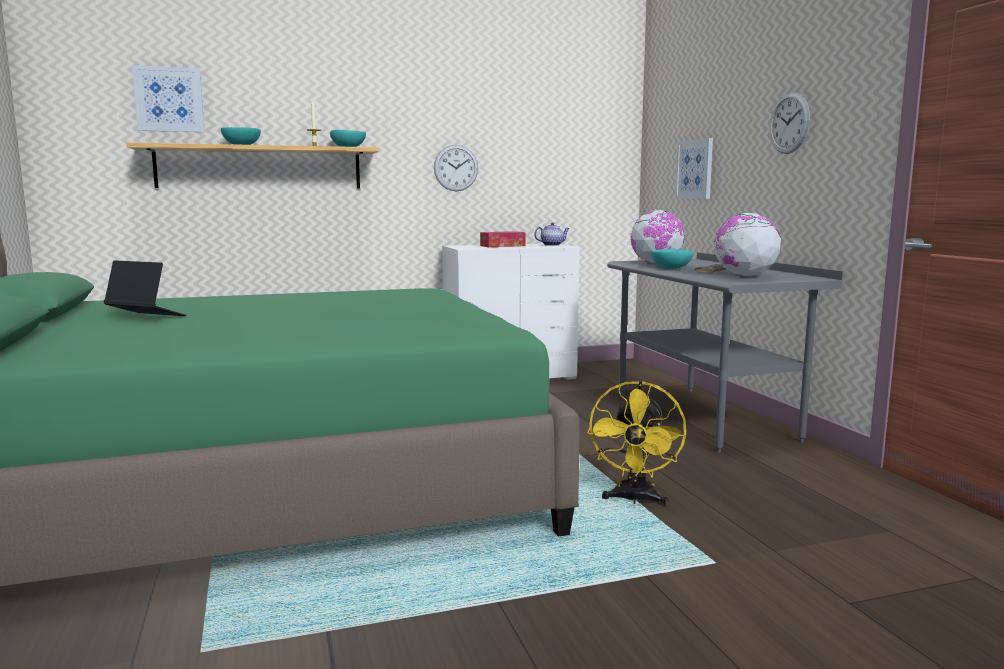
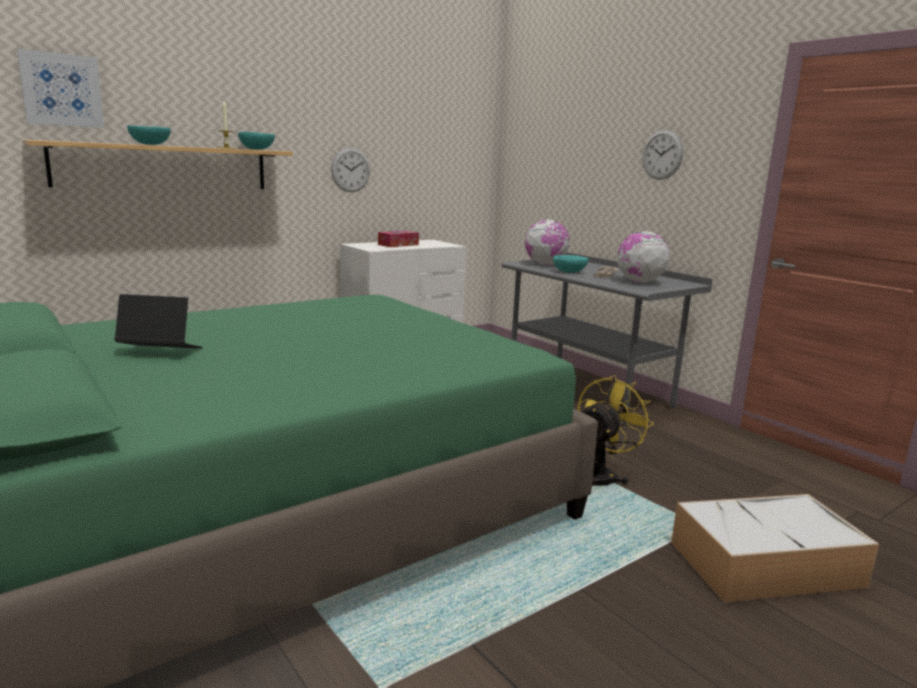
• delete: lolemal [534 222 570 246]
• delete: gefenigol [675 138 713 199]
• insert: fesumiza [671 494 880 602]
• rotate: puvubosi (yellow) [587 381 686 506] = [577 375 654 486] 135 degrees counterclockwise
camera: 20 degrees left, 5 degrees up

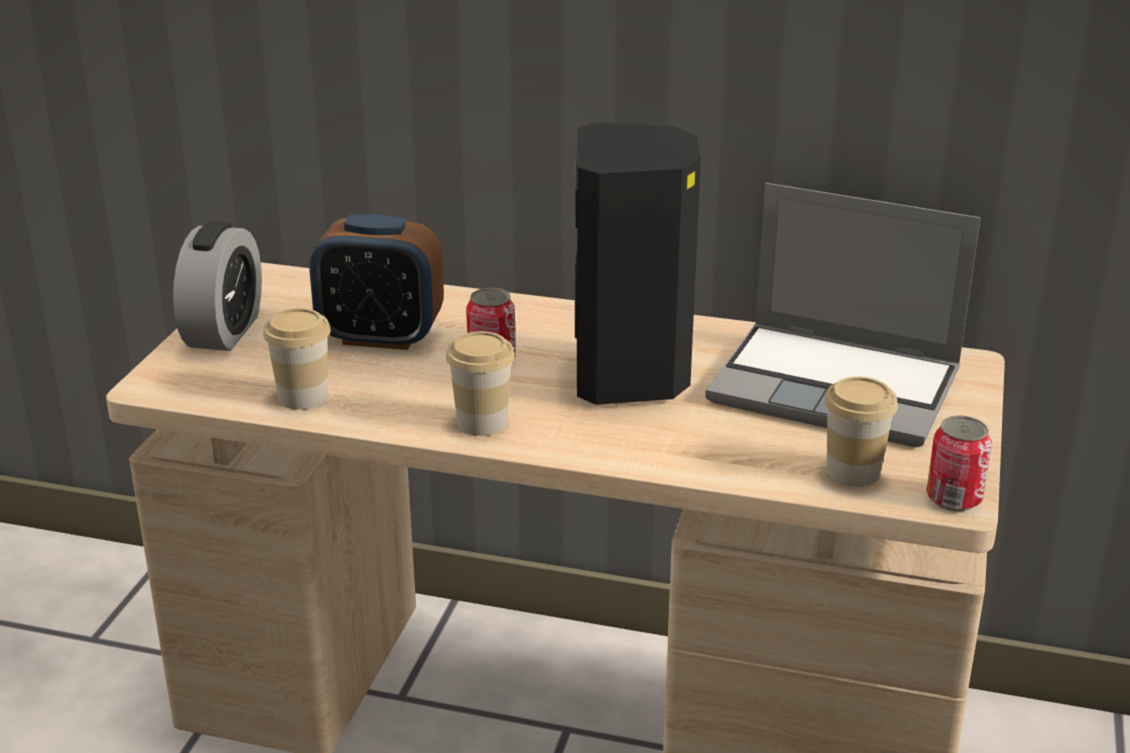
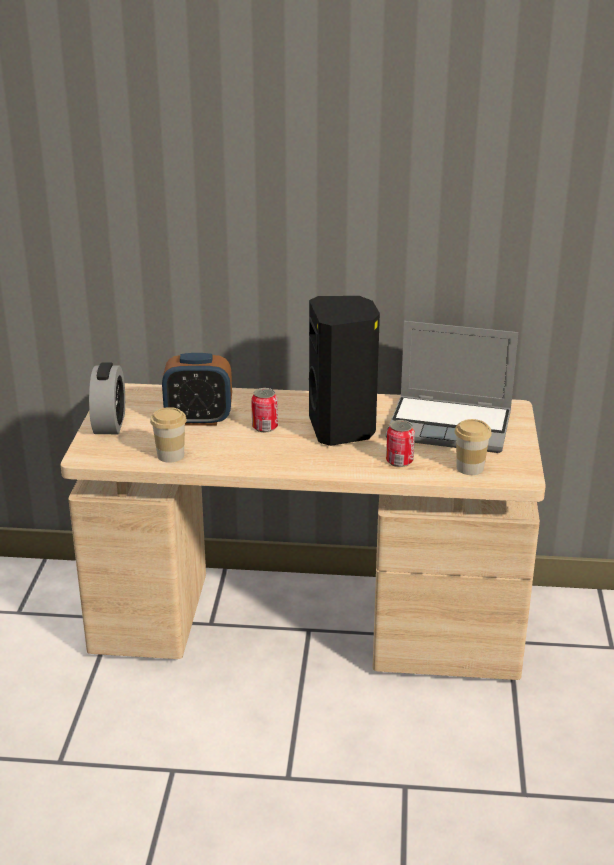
• delete: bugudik [446 331 515 436]
• move: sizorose [926 415 992 511] to [386 420 415 467]
camera: 10 degrees left, 0 degrees up

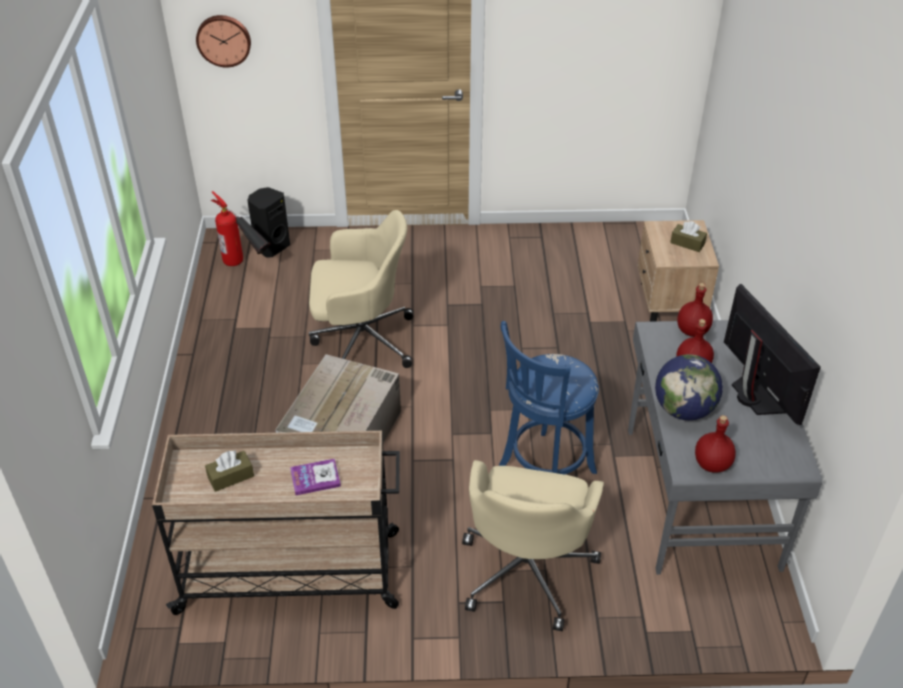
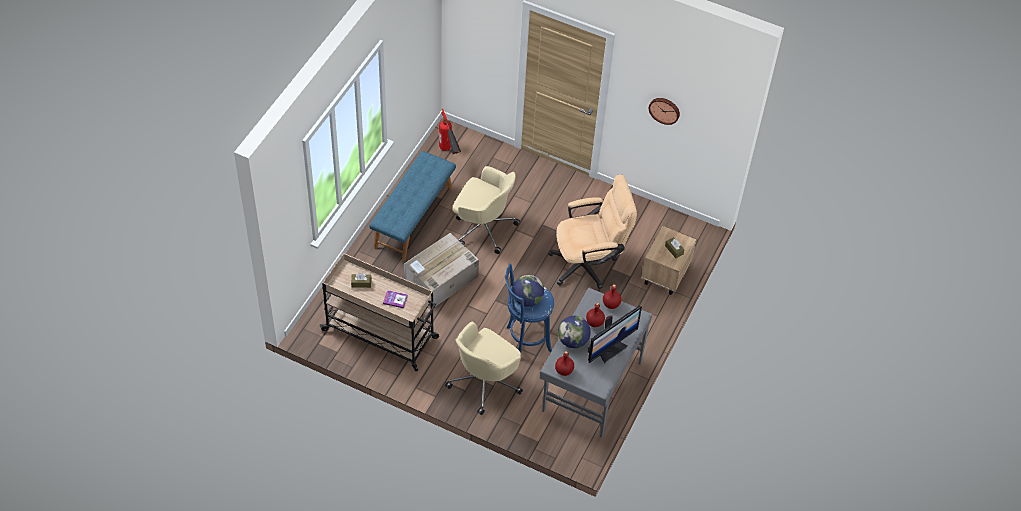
• delete: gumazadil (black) [247 187 290 257]
• insert: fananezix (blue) [369 151 456 261]
• insert: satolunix [512 275 544 307]
• insert: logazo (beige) [548 174 637 289]
• move: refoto [196 15 251 68] to [649 98 680 125]
• rotate: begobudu [724 284 821 425] = [588 306 642 363] 45 degrees clockwise
camera: 25 degrees right, 10 degrees up

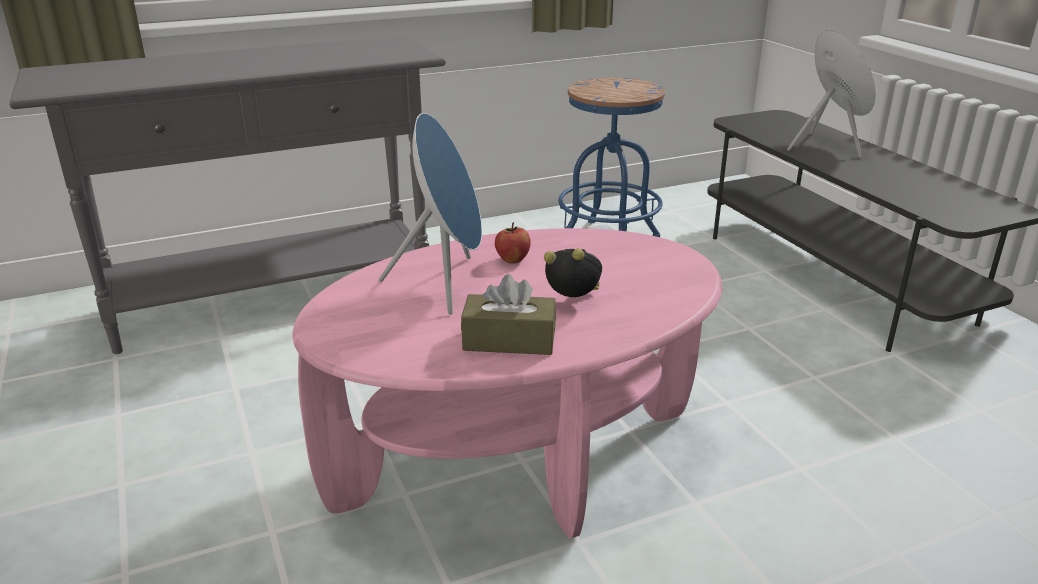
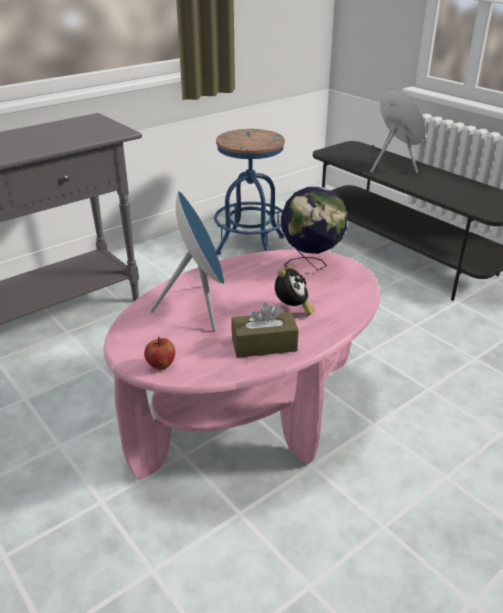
• insert: satolunix [281 187 347 270]
• move: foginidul [495 223 531 264] to [144 337 175 370]
• rotate: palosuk [544 249 602 297] = [275 265 315 316] 105 degrees clockwise
camera: 15 degrees left, 5 degrees up

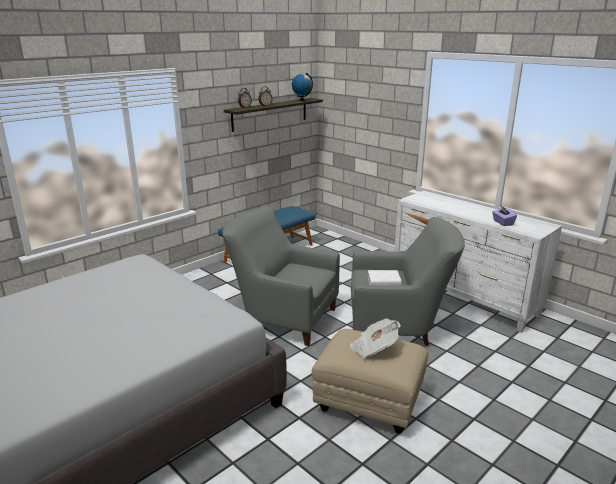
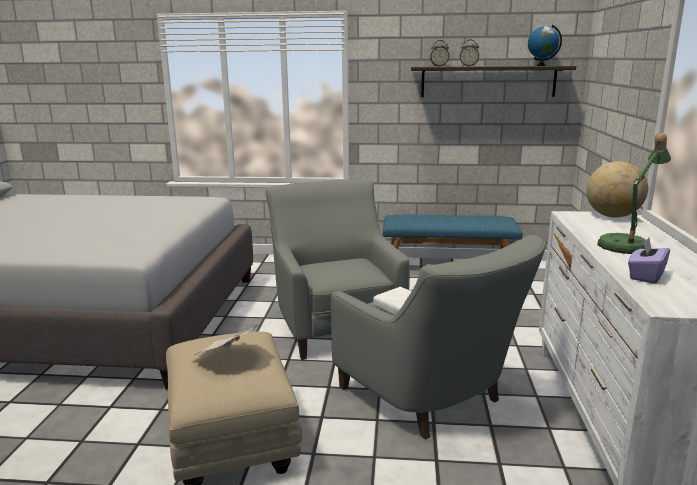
• insert: satolunix [586 161 648 218]
• insert: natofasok [597 133 671 254]
camera: 50 degrees right, 5 degrees down

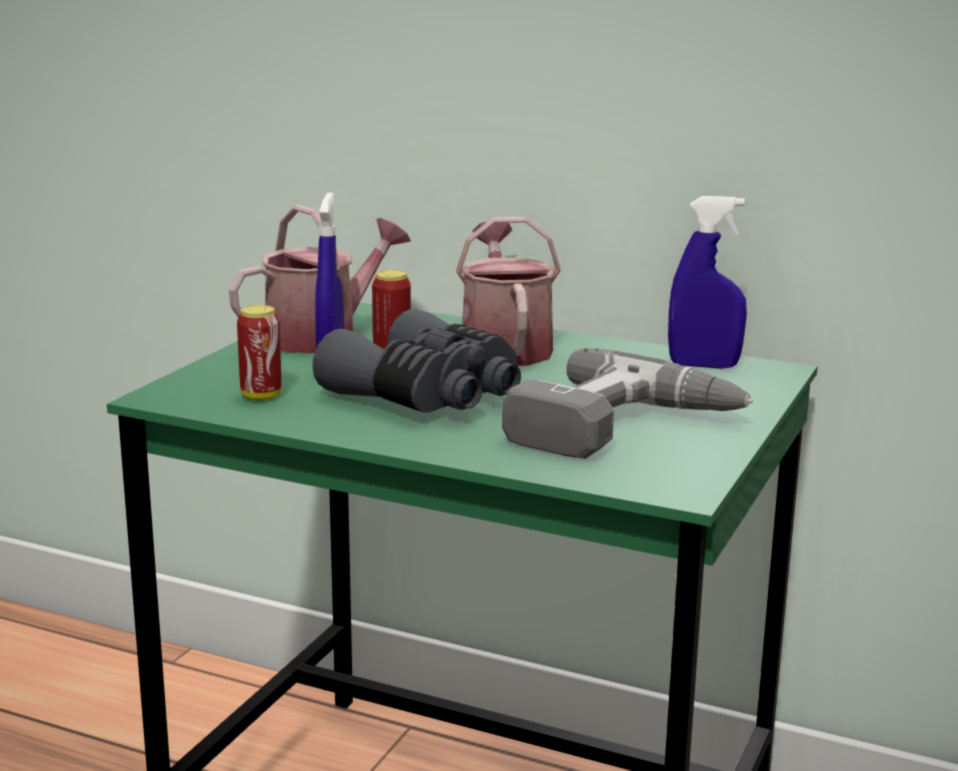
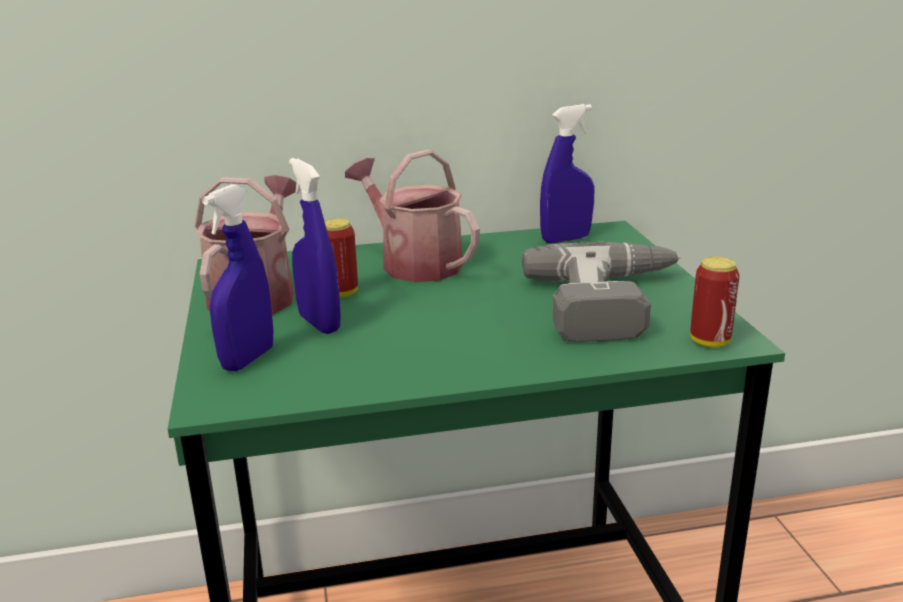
• delete: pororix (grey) [313 309 521 413]
• insert: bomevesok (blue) [202 184 273 371]
• move: sizorose [237 305 281 400] to [690 256 740 347]
camera: 35 degrees left, 5 degrees up

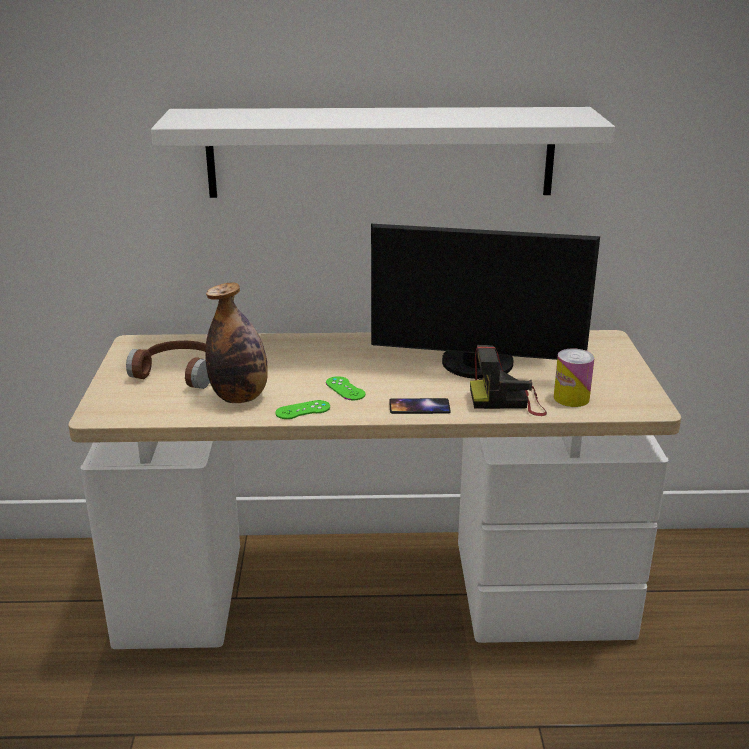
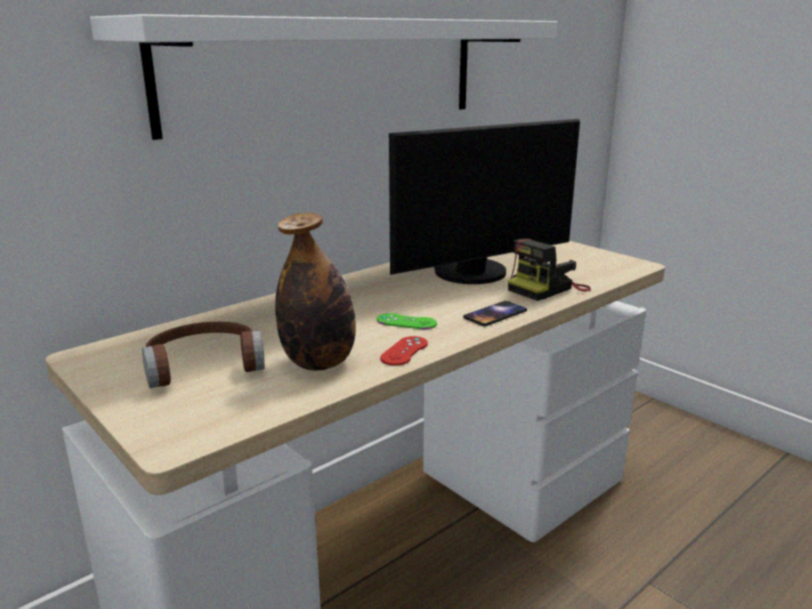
• delete: sizorose [554 348 595 407]
• recolor: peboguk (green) [275 400 330 419] to peboguk (red) [380 336 428 366]
camera: 40 degrees left, 5 degrees down

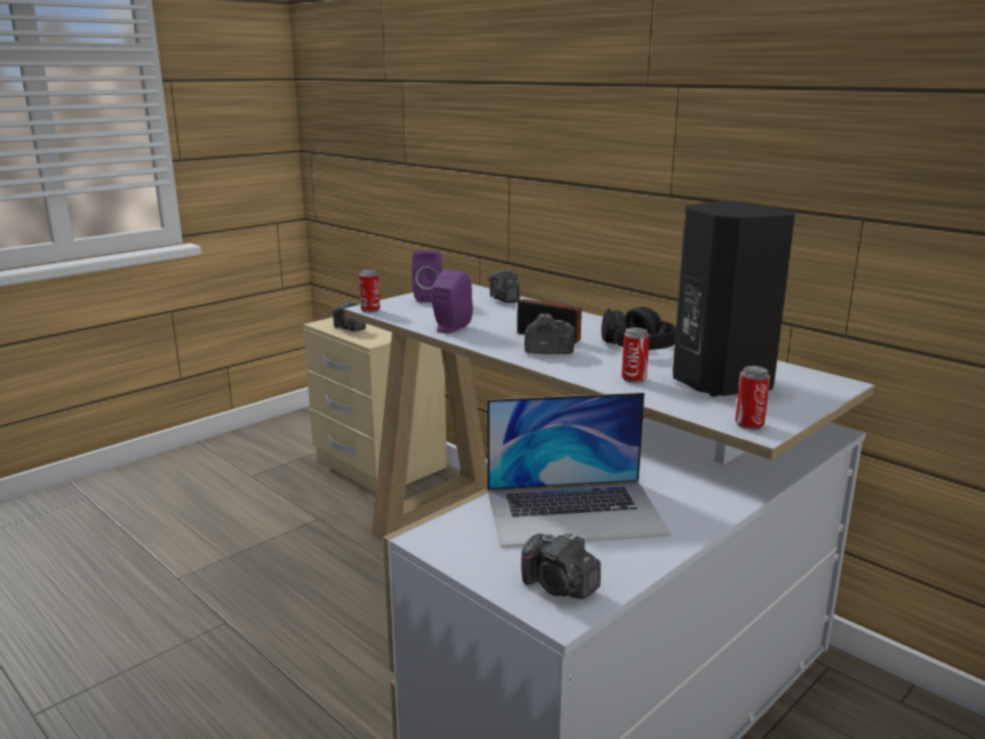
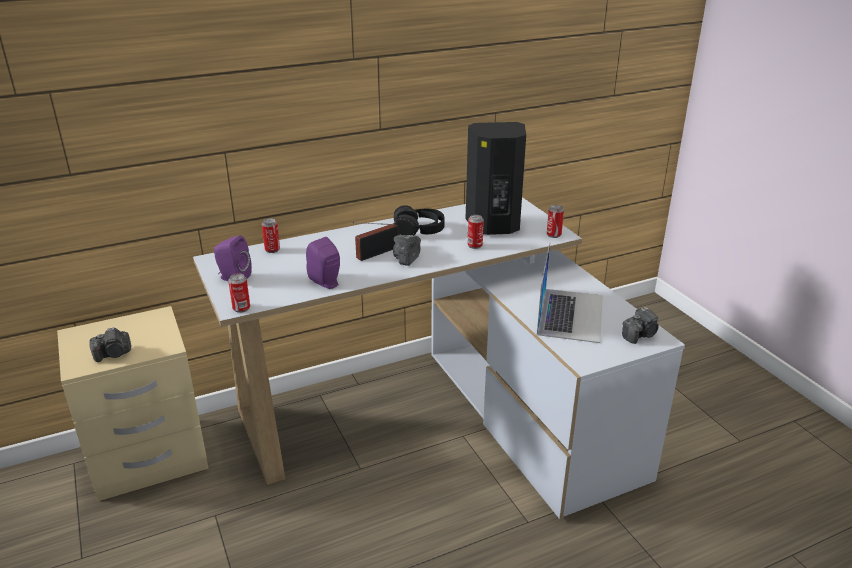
• replace: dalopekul [488 269 520 303] to sizorose [262 219 280 253]
camera: 70 degrees left, 10 degrees up

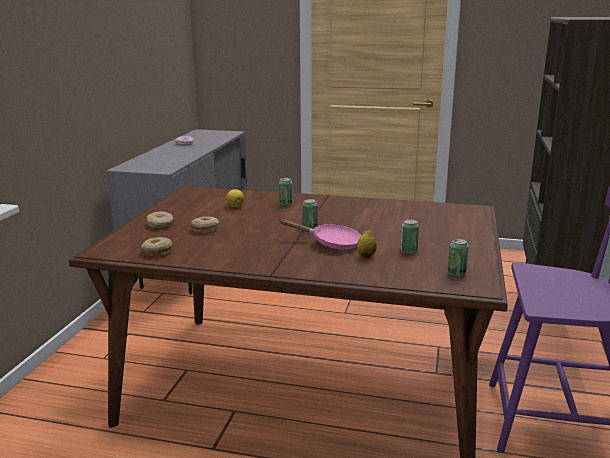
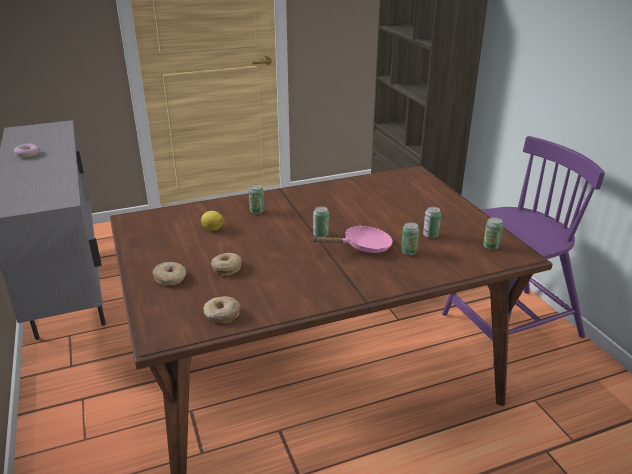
• replace: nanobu [357 230 377 258] to sizorose [401 222 419 255]
camera: 35 degrees left, 10 degrees up

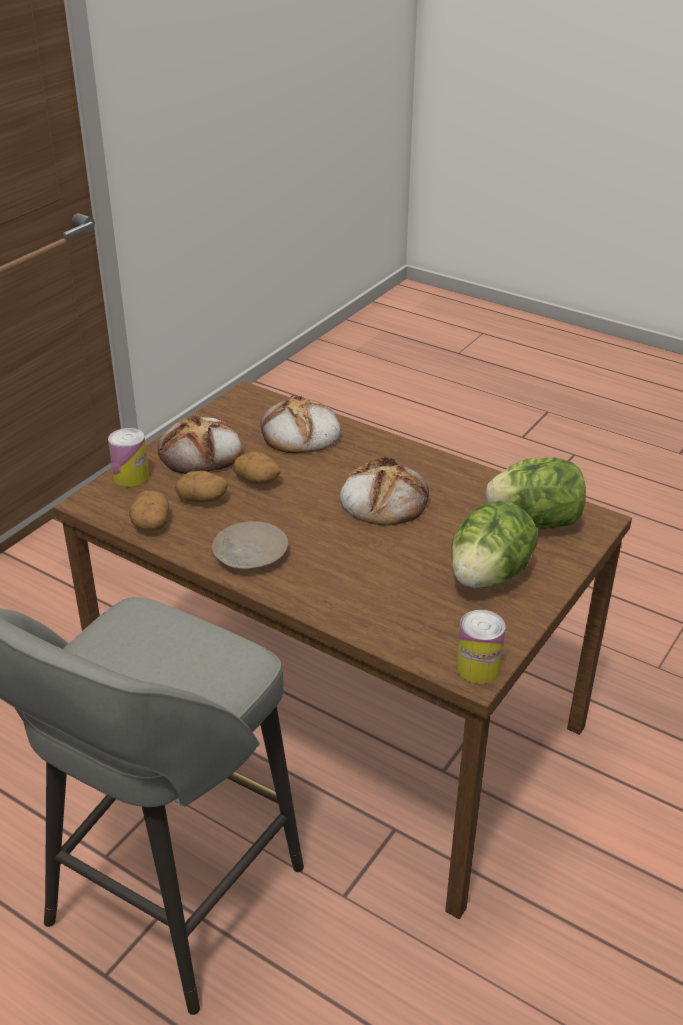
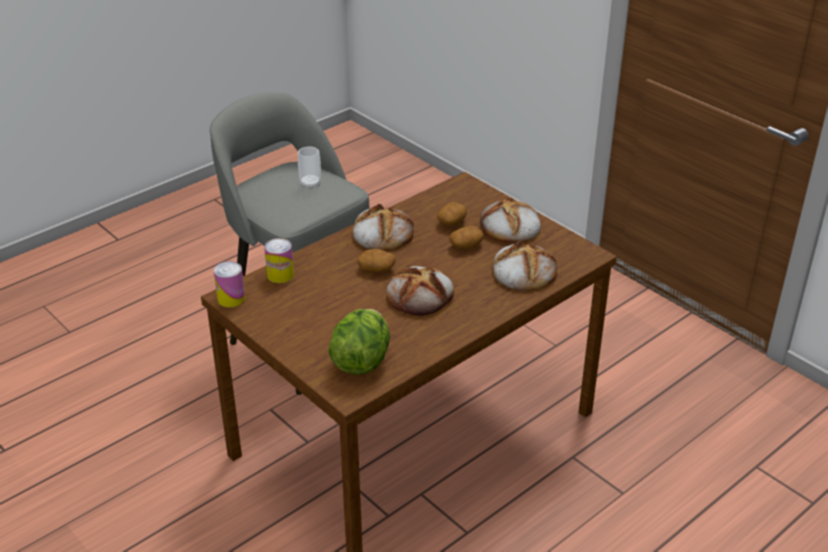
• delete: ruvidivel [451 501 538 588]
• insert: bugudik [298 147 321 189]
• move: sizorose [108 428 149 487] to [264 238 294 283]
• move: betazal [129 491 169 531] to [357 249 396 272]
• replace: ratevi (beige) [212 521 288 569] to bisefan [353 203 414 251]
camera: 105 degrees right, 0 degrees up

